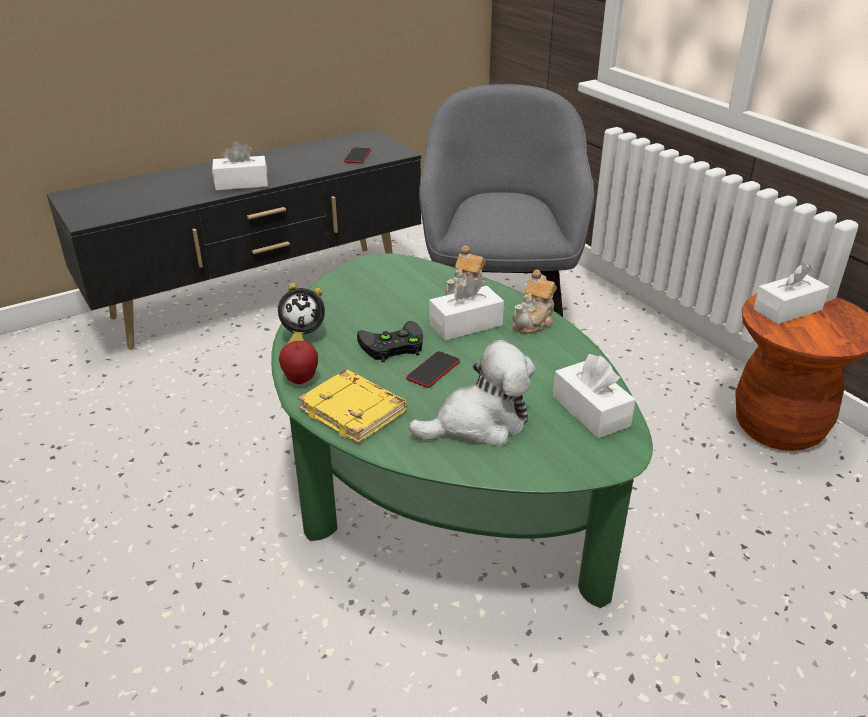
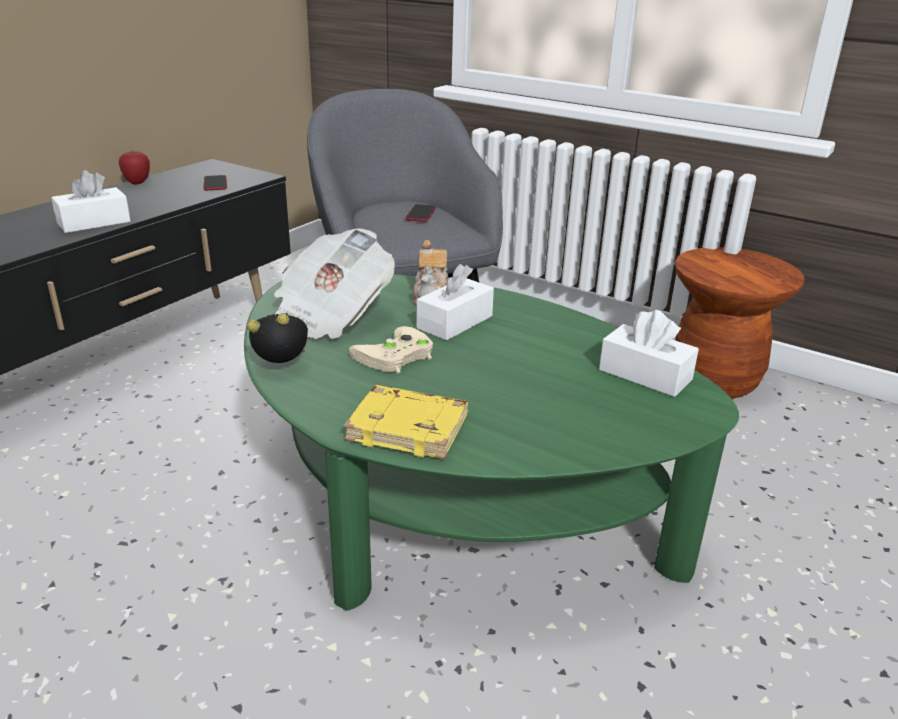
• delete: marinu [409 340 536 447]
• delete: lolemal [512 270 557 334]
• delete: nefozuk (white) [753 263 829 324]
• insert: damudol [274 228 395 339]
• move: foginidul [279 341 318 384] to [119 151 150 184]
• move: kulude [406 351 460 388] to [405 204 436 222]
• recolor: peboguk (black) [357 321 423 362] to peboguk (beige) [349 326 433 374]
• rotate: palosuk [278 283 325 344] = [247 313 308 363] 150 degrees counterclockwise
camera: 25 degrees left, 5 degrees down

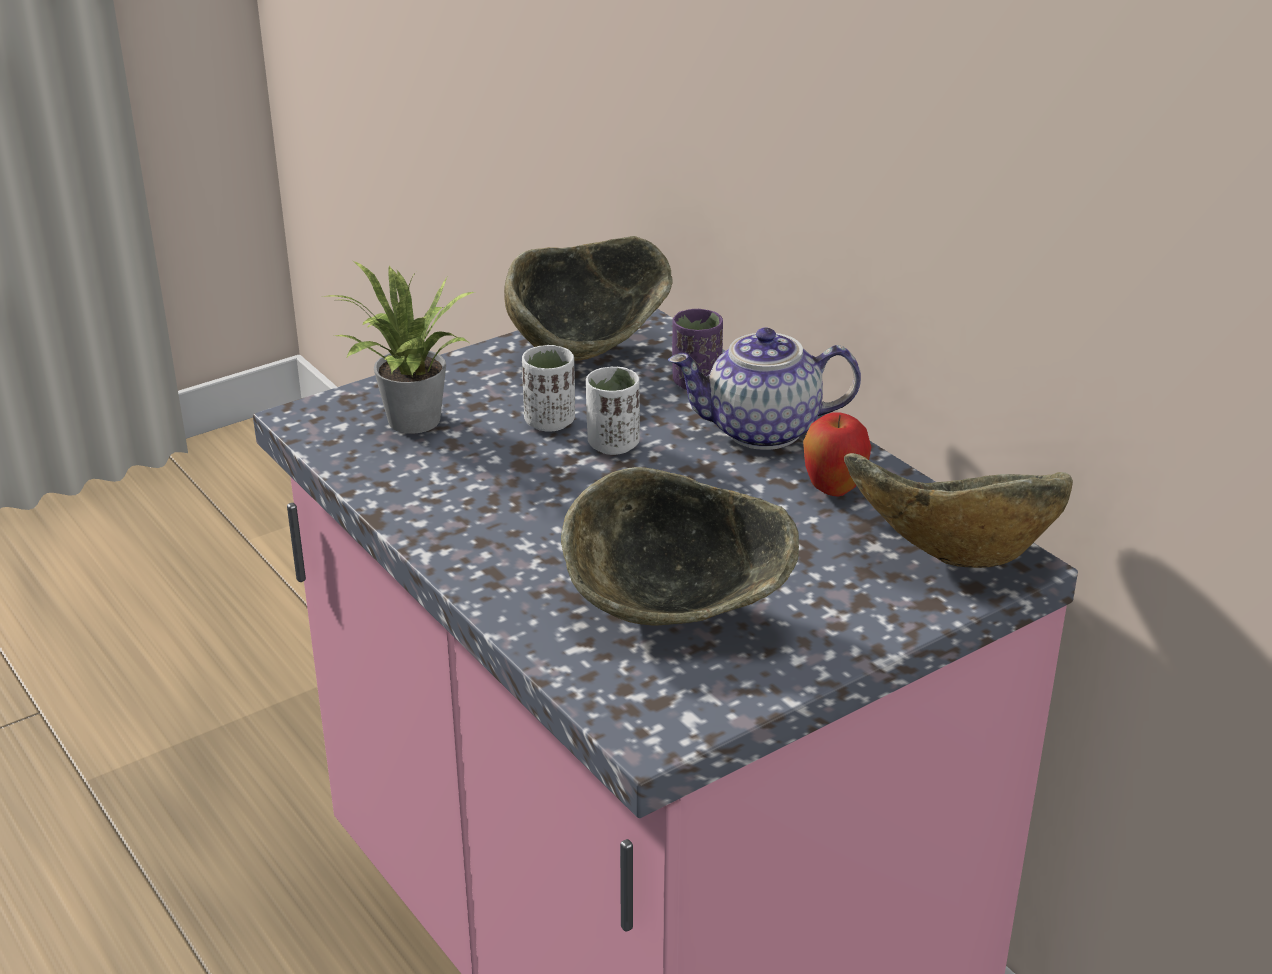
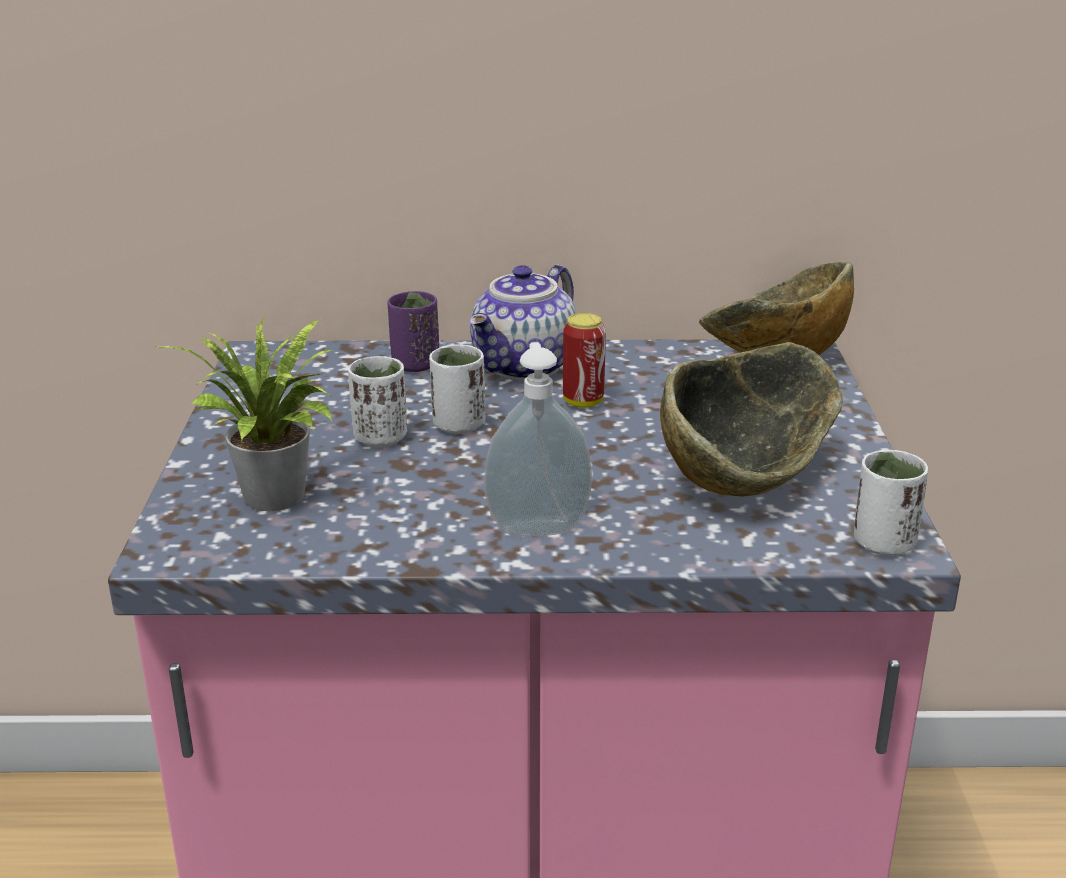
• delete: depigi [504 236 673 361]
• delete: foginidul [803 412 871 496]
• insert: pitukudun [484 342 592 536]
• insert: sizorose [563 313 606 408]
• insert: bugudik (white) [854 450 928 556]
camera: 55 degrees left, 5 degrees down

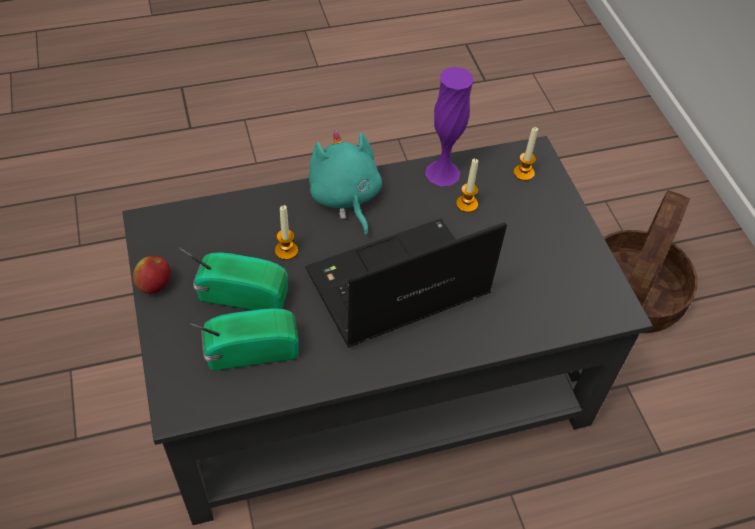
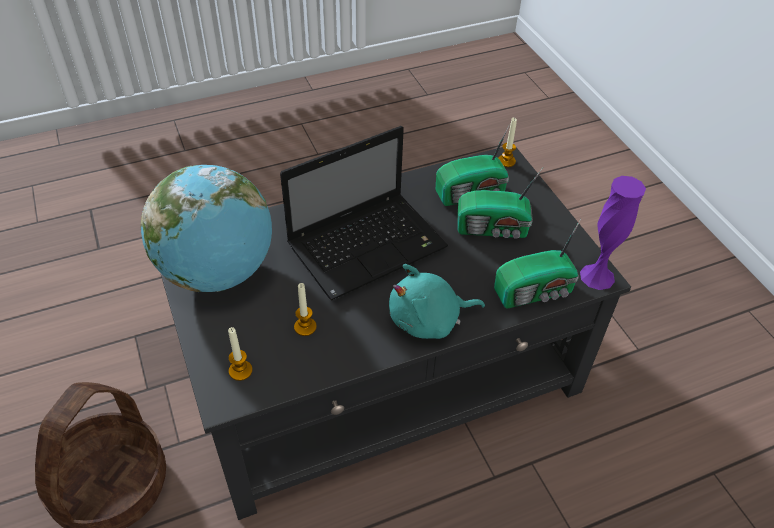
• delete: foginidul [133 256 171 294]
• insert: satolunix [140 165 272 292]
• insert: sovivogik [494 219 581 308]
• move: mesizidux [275 205 298 260] to [498 118 517 167]
• move: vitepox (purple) [425 67 474 186] to [580 176 646 290]
• rotate: marinu (turquoise) [309 130 382 236] = [389 264 485 339] 105 degrees clockwise
camera: 175 degrees right, 5 degrees down

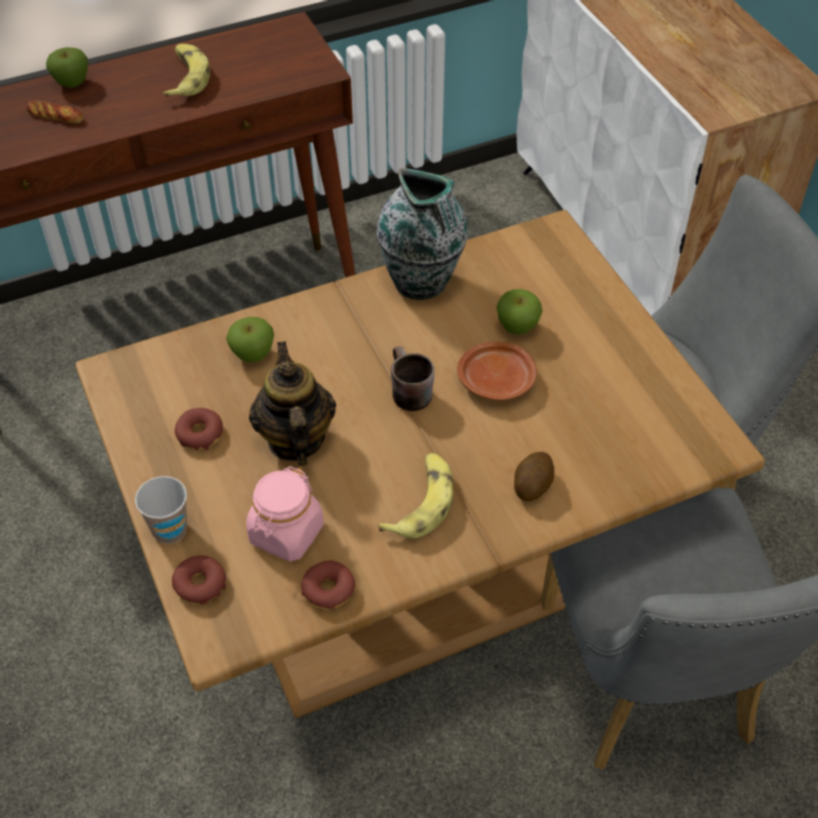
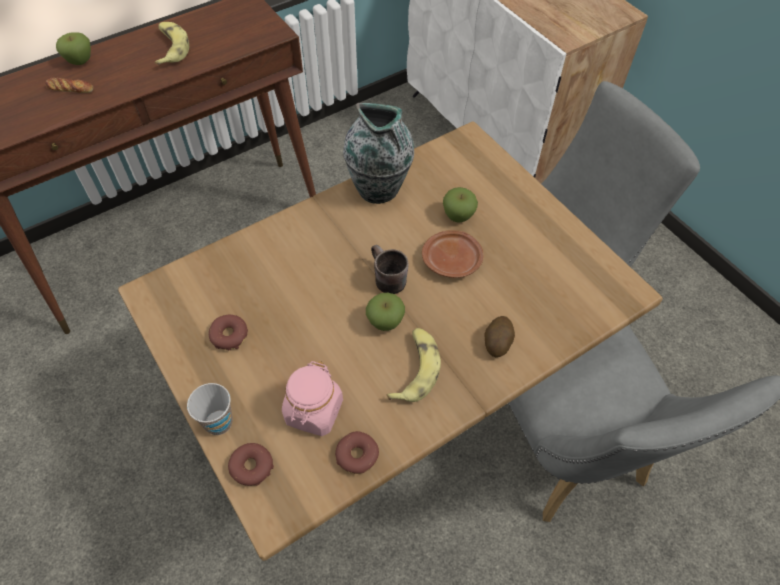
• delete: lolemal [249 341 336 466]
• move: foginidul [226 317 274 362] to [366 293 405 331]
camera: 10 degrees left, 5 degrees up

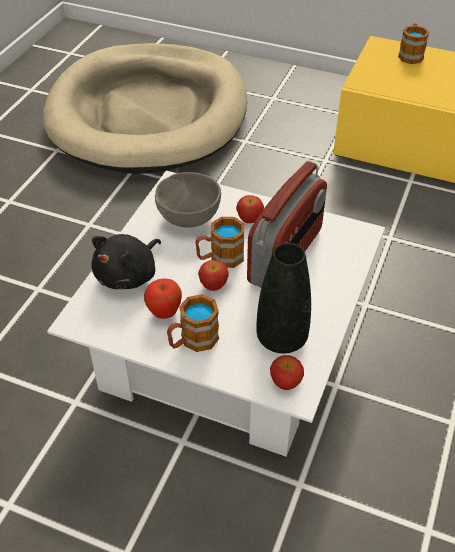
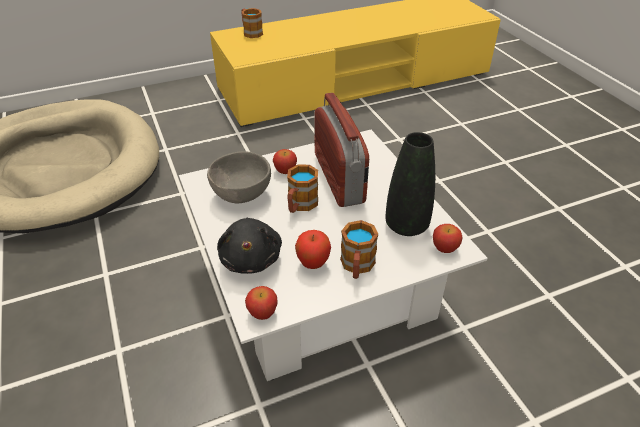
• move: foginidul [198 260 229 291] to [245 286 278 320]
camera: 45 degrees left, 5 degrees down

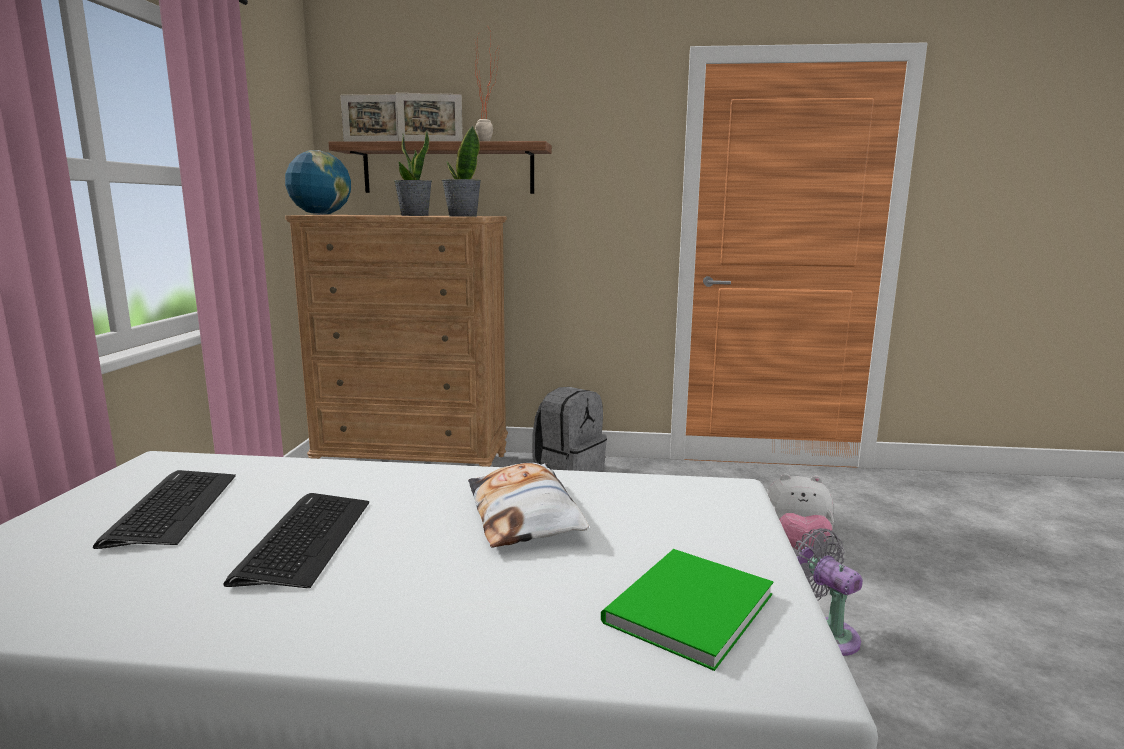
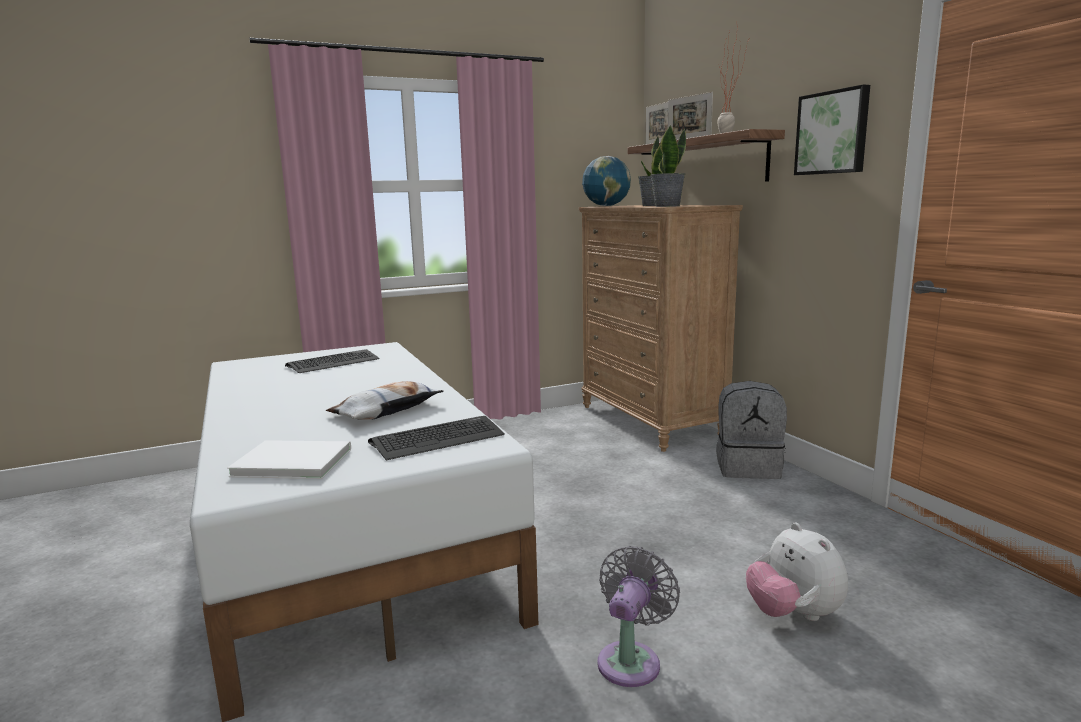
• insert: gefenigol [794 85 870 175]
• move: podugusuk [223 493 369 588] to [368 416 505 460]
• recolor: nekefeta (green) [601 549 774 671] to nekefeta (white) [227 440 351 479]
camera: 60 degrees right, 0 degrees up

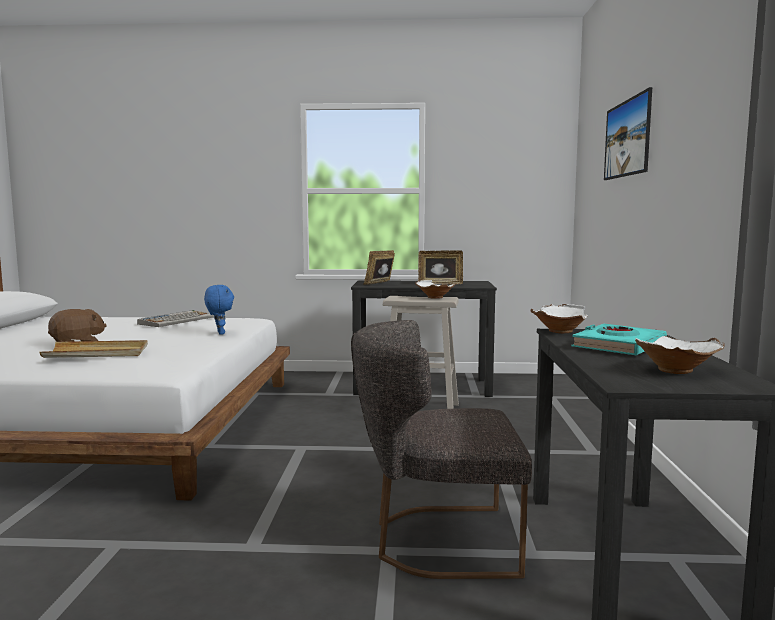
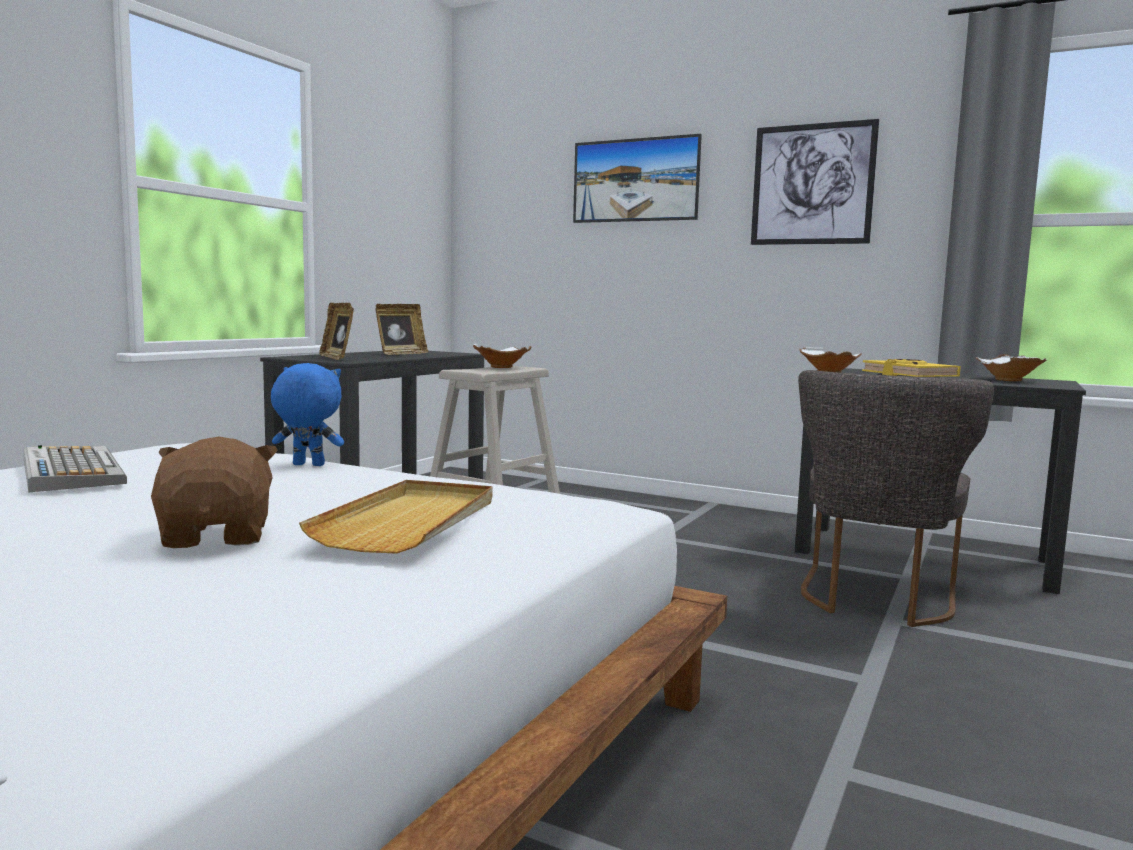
• insert: gefenigol [751 119 879 245]
• recolor: nekefeta (turquoise) [571 324 667 355] to nekefeta (yellow) [862 359 961 377]
camera: 65 degrees left, 0 degrees up

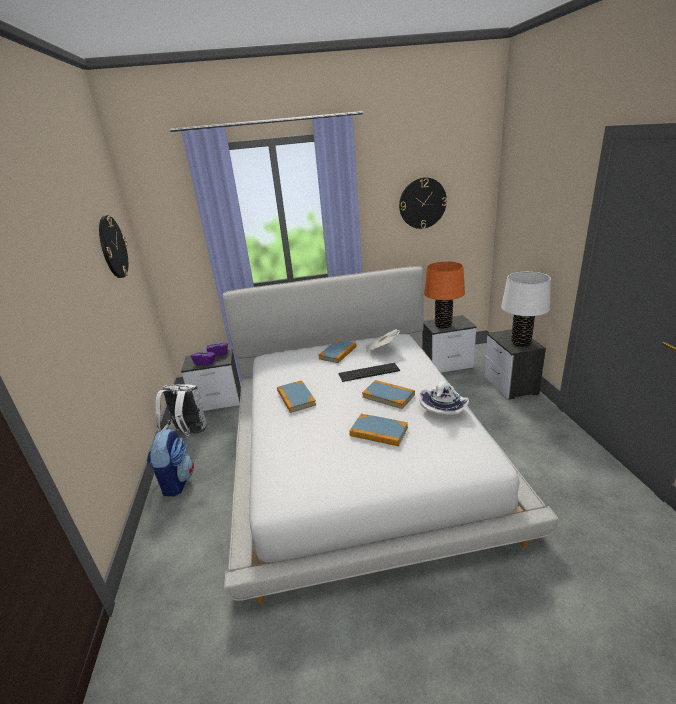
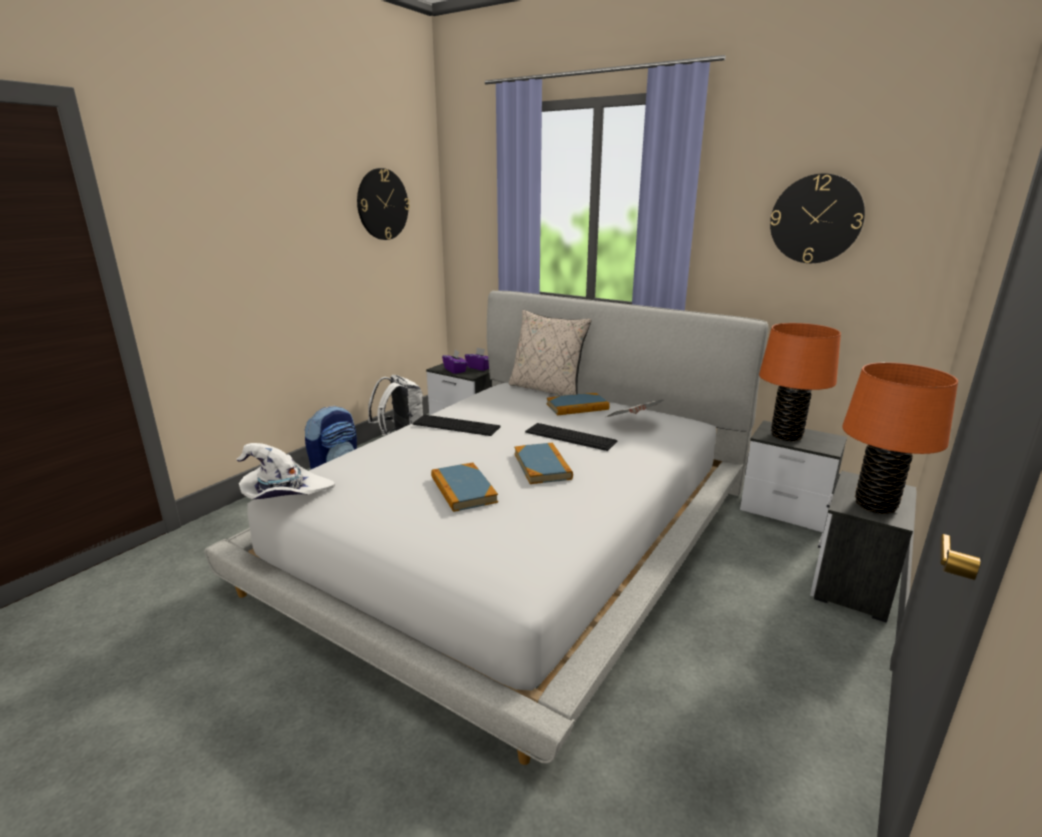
• insert: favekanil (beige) [509 310 591 396]
• move: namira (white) [419 381 469 415] to [237 443 335 499]
• replace: nekefeta [277 380 316 413] to podugusuk [412 415 501 436]
• recolor: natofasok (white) [501 272 551 347] to natofasok (orange) [842 362 958 514]
camera: 40 degrees right, 5 degrees down

